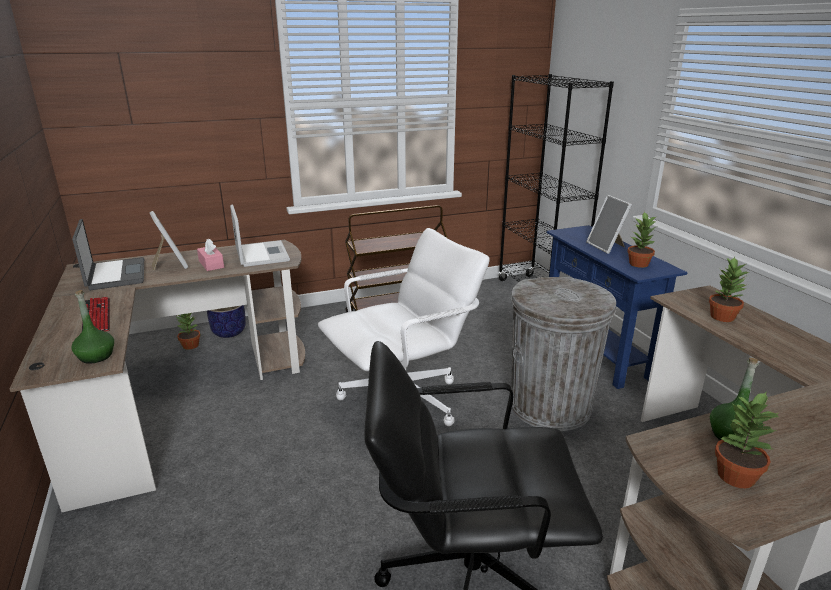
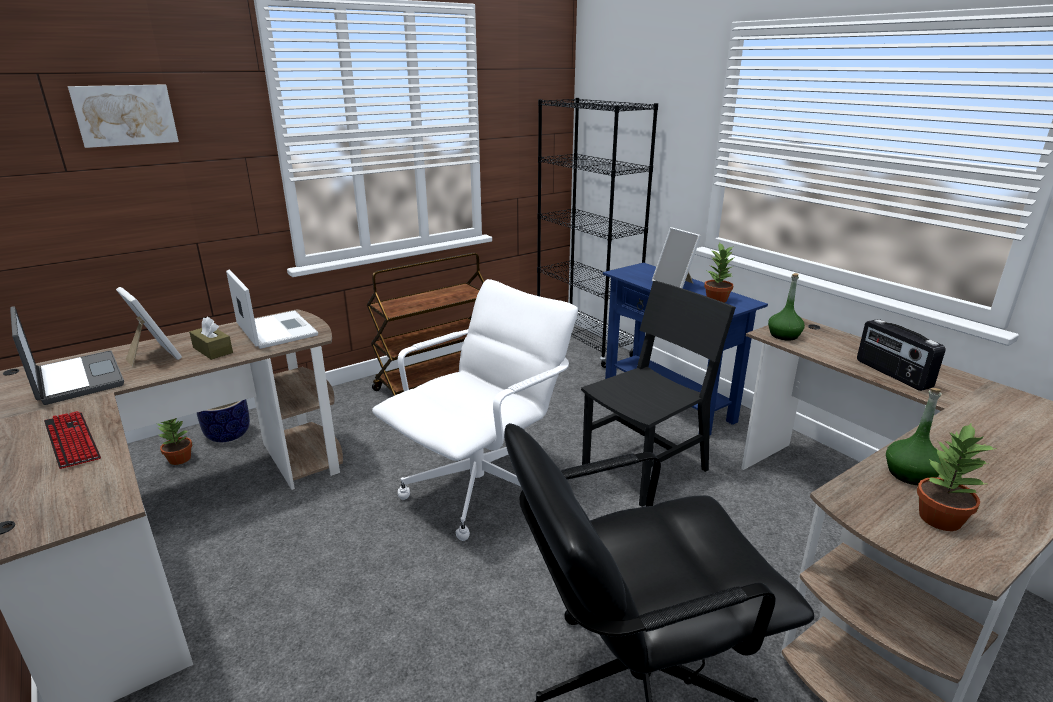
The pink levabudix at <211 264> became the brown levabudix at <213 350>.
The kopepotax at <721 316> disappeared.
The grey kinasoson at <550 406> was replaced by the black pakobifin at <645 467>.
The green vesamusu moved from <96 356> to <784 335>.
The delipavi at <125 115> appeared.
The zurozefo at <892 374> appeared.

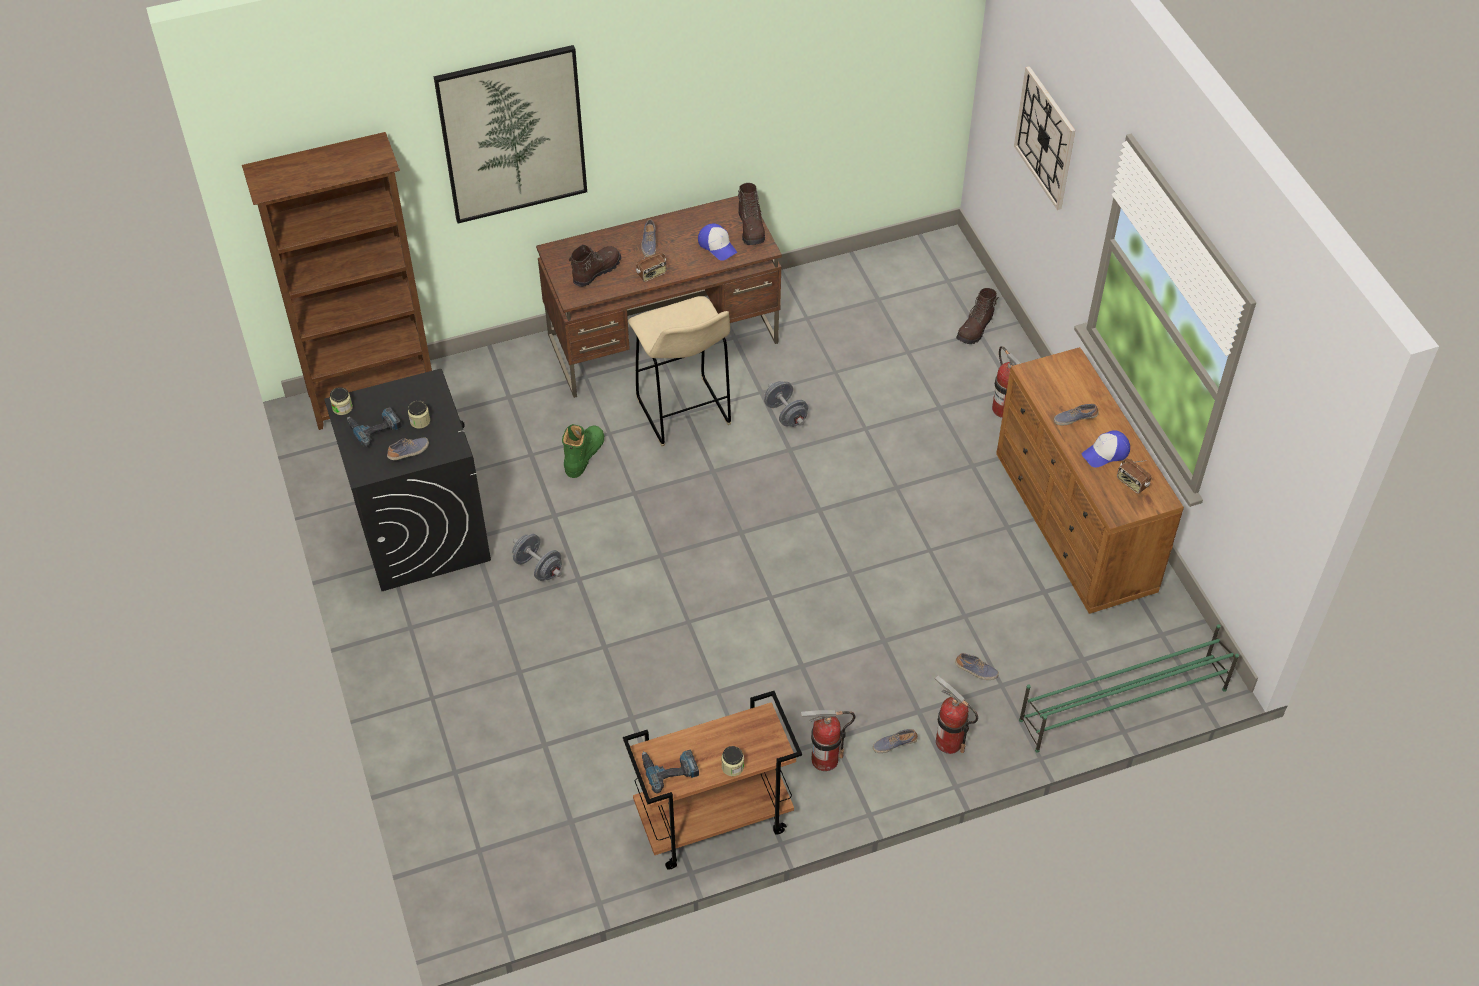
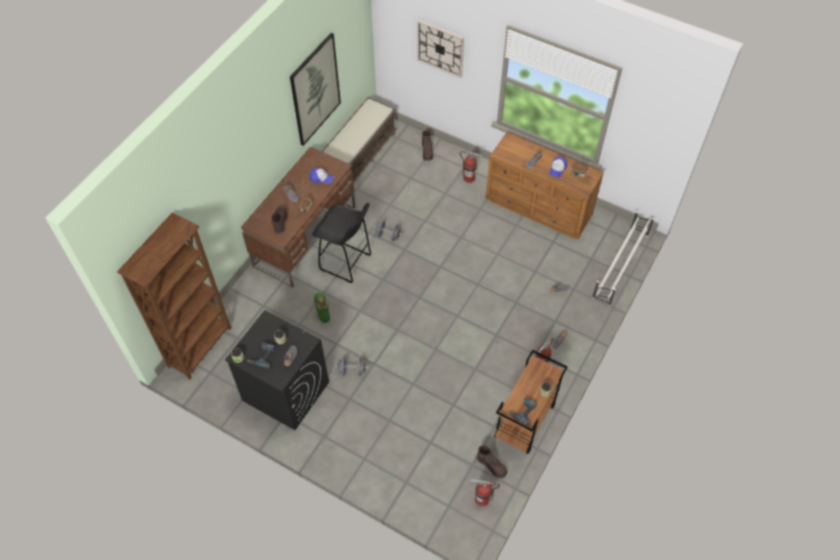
The delipavi moved from <513 134> to <315 90>.
The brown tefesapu moved from <751 228> to <491 465>.
The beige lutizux at <684 414> became the black lutizux at <346 263>.
The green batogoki at <1122 704> became the white batogoki at <620 266>.
The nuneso moved from <949 742> to <482 499>.
The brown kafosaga at <359 156> appeared.

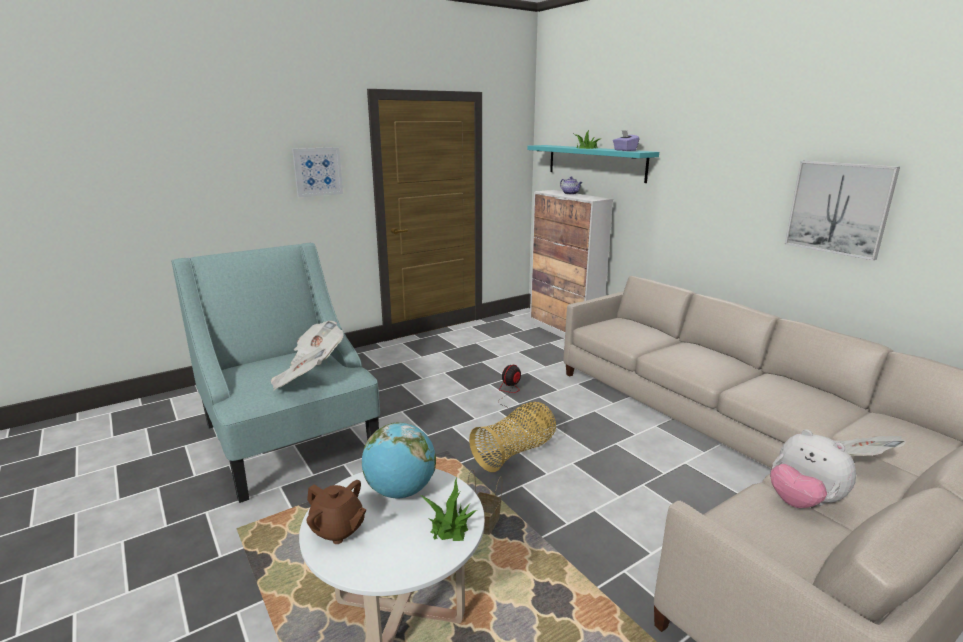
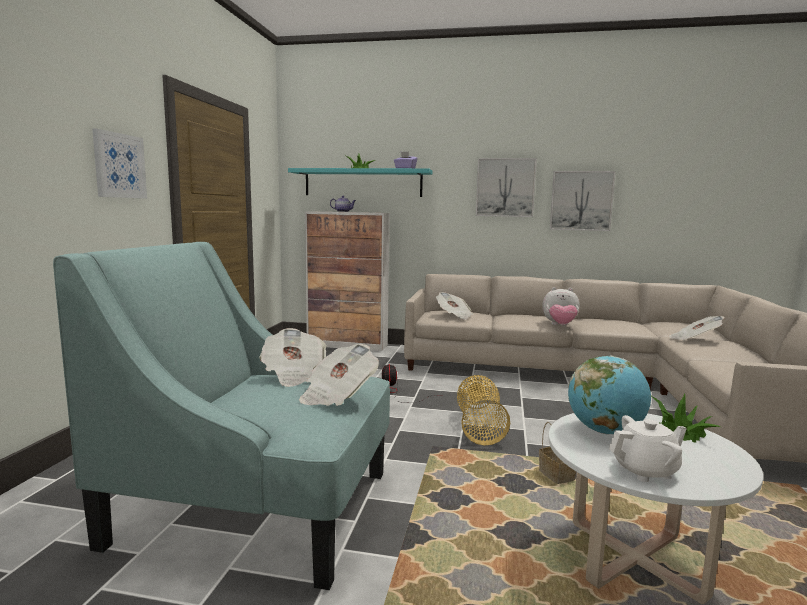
The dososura moved from <803 502> to <560 325>.
The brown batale at <338 529> became the white batale at <645 471>.
The delipavi at <505 187> appeared.
The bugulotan at <454 316> appeared.

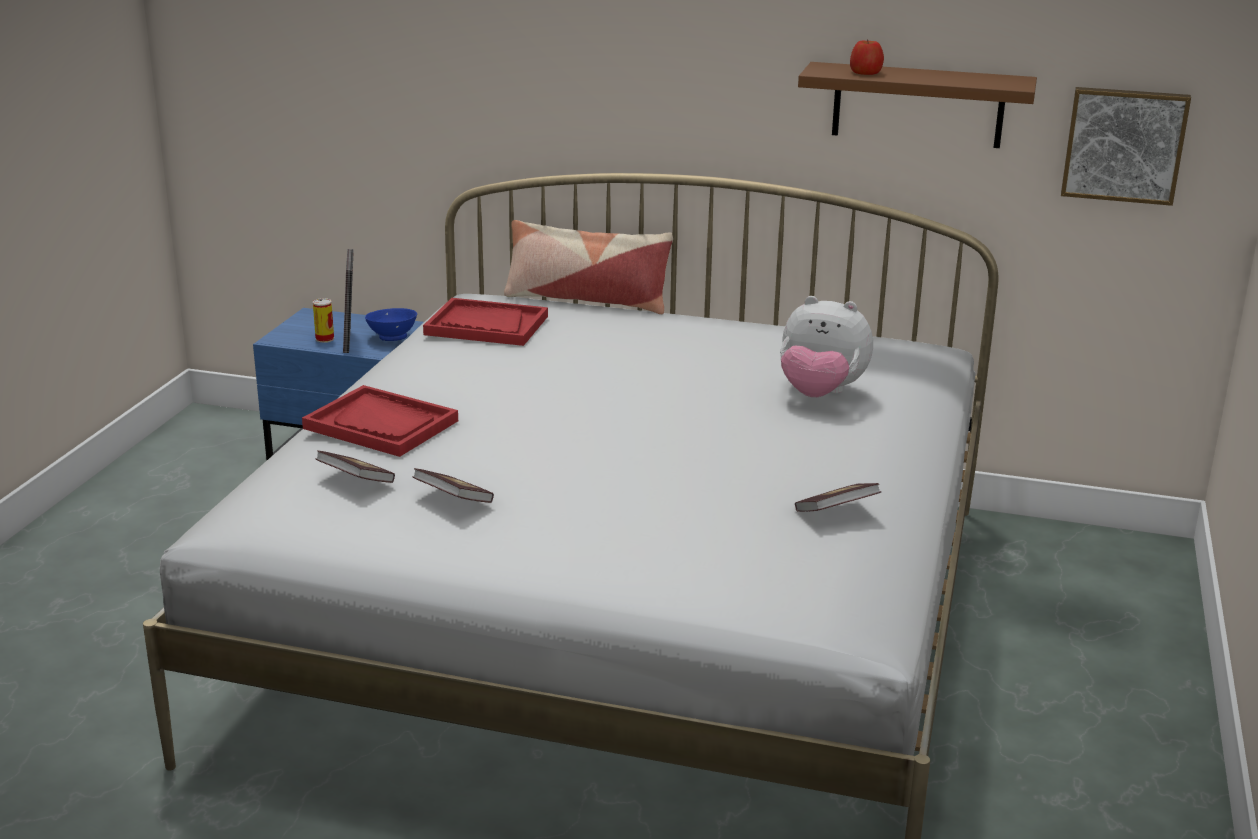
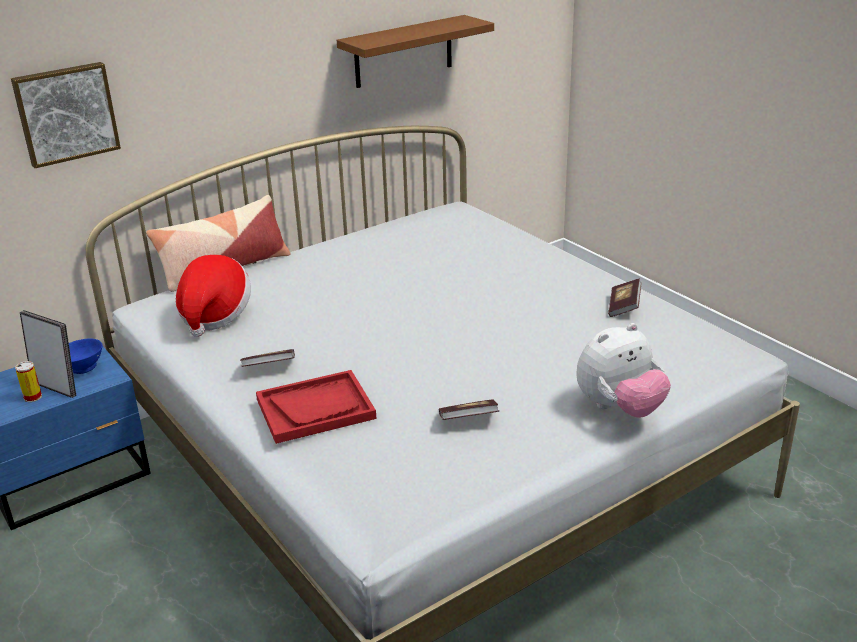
The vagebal at <865 72> disappeared.
The delipavi moved from <1124 144> to <66 113>.
The dososura moved from <820 394> to <619 408>.
The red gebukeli at <486 326> was replaced by the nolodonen at <214 315>.
The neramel moved from <356 481> to <269 368>.

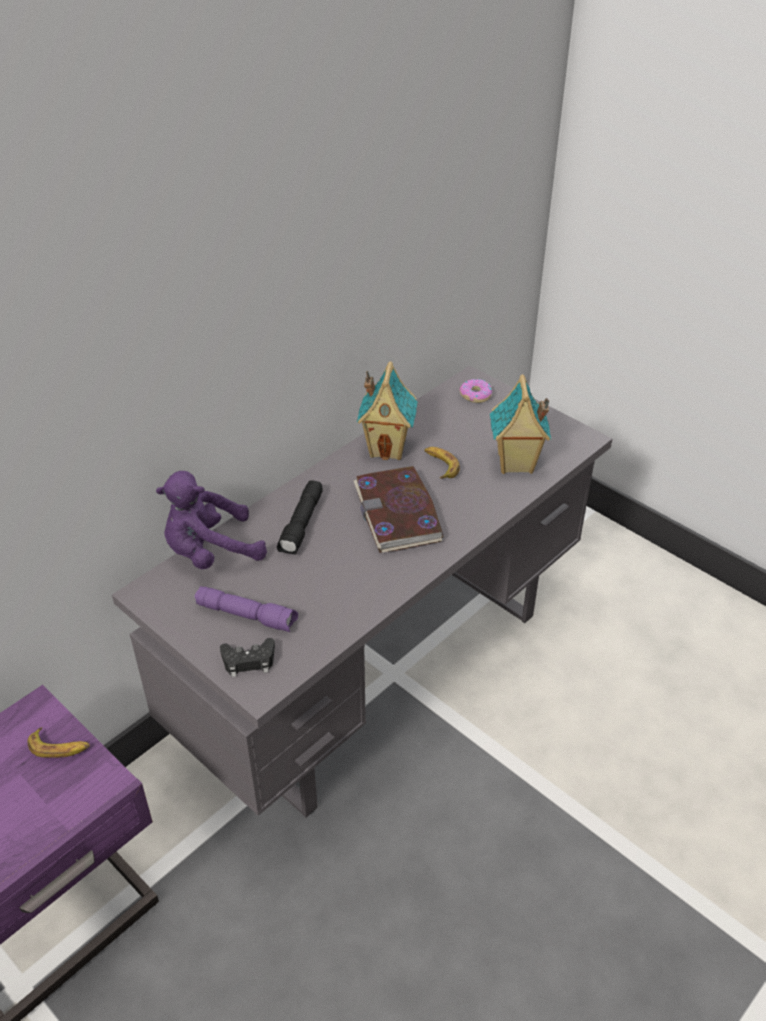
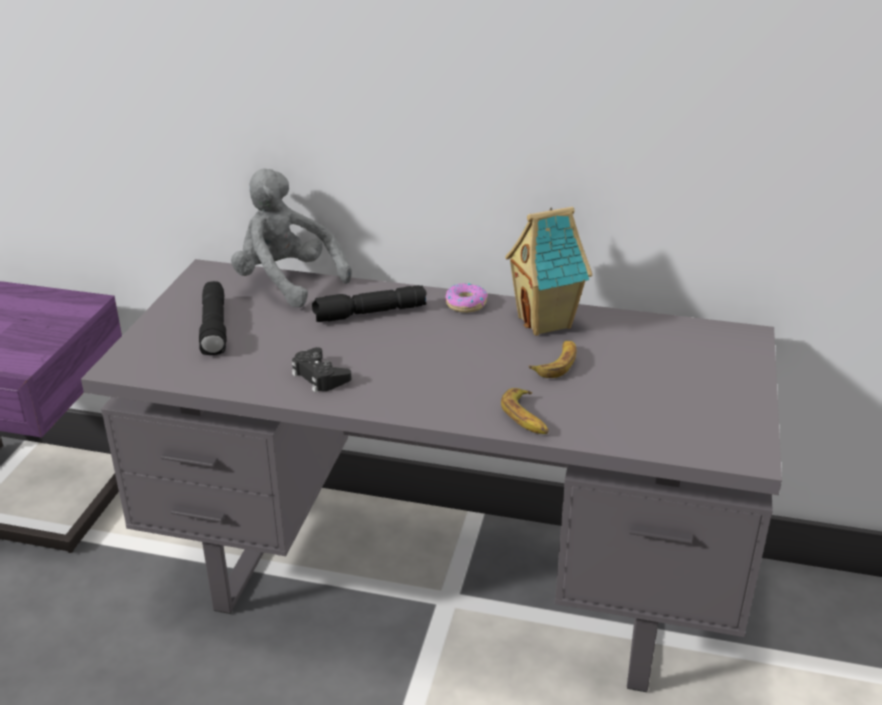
The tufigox at <515 464> disappeared.
The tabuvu moved from <475 395> to <465 304>.
The neramel at <398 513> disappeared.
The purple dososura at <210 552> became the grey dososura at <286 282>.
The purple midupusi at <247 615> became the black midupusi at <215 328>.
The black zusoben moved from <249 661> to <319 376>.
The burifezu moved from <59 747> to <526 417>.

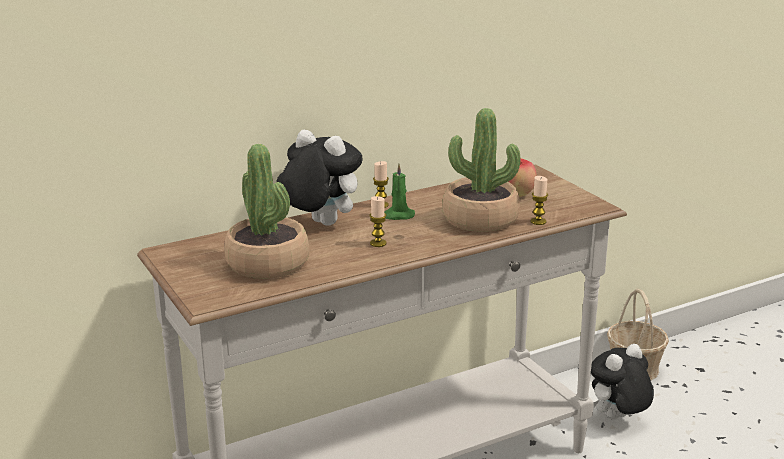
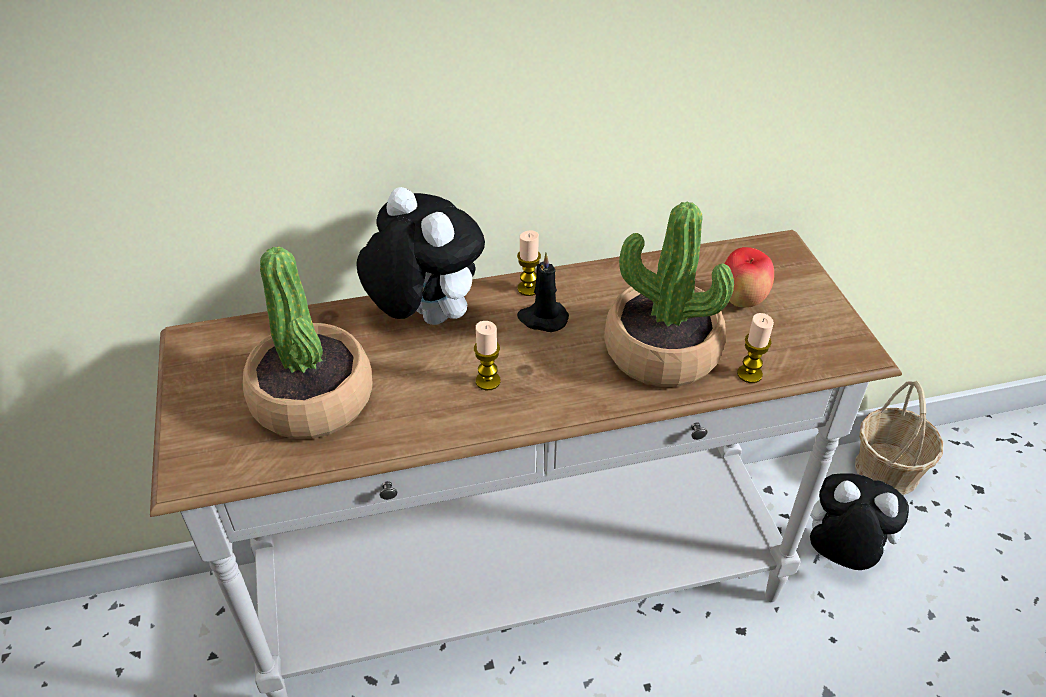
The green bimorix at <397 215> became the black bimorix at <542 318>.
The dososura at <617 419> turned 45 degrees clockwise.

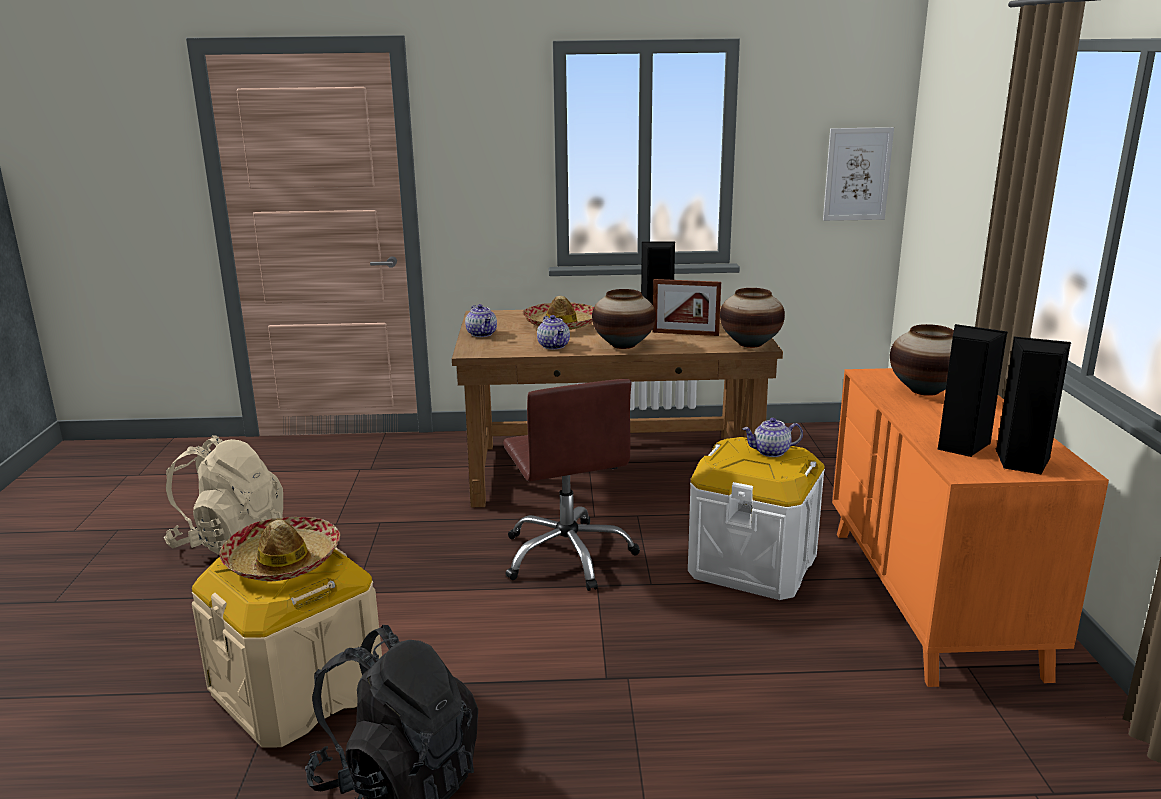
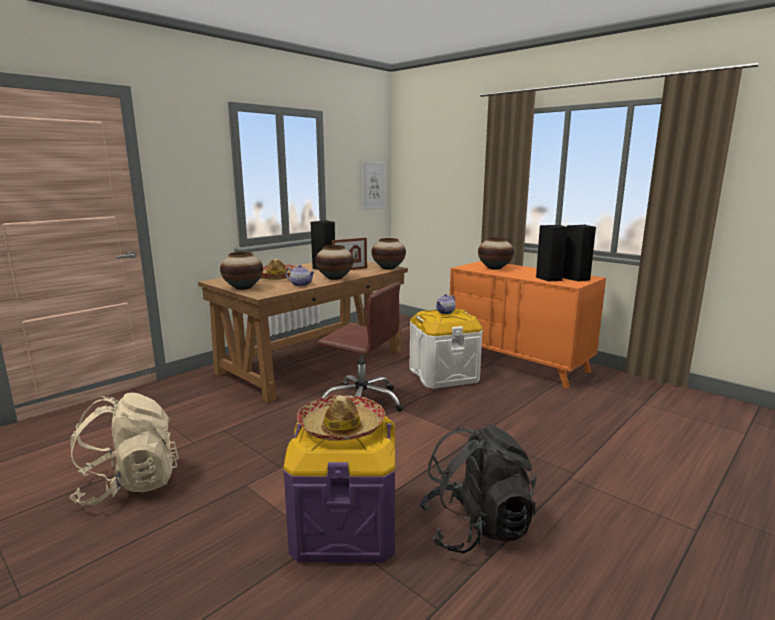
The batale at <482 334> was replaced by the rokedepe at <243 288>.
The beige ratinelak at <298 691> became the purple ratinelak at <345 527>.

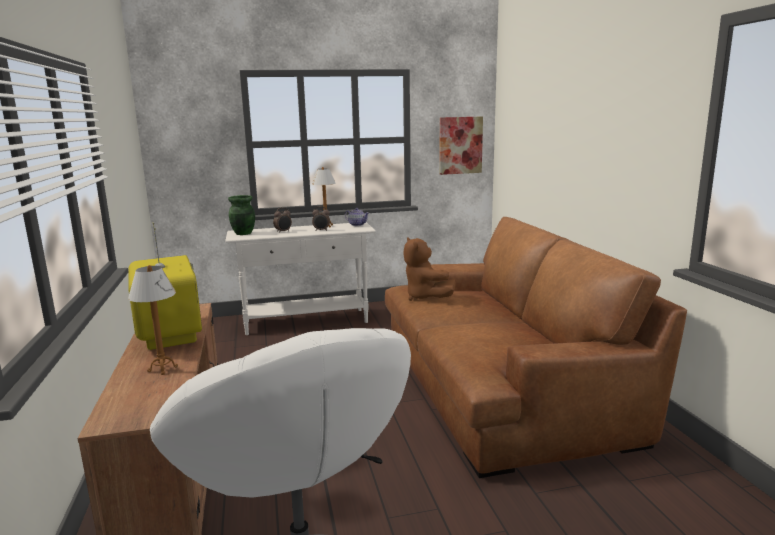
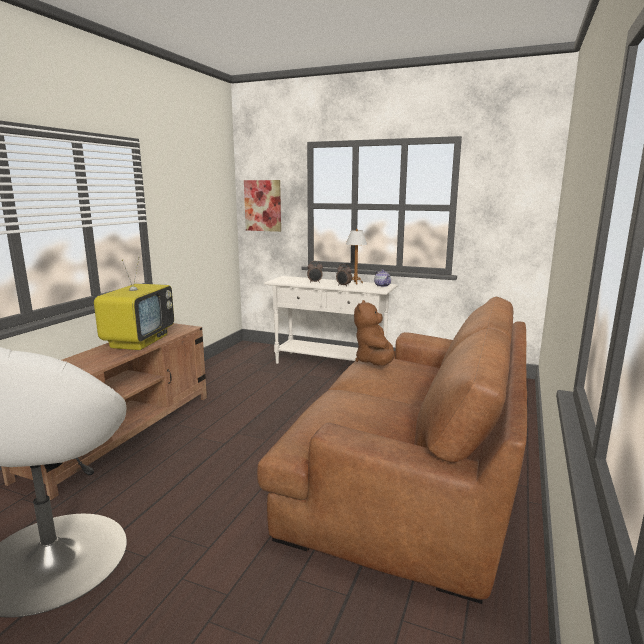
The delipavi moved from <460 145> to <263 205>.
The green rokedepe at <243 233> disappeared.
The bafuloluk at <162 369> disappeared.

